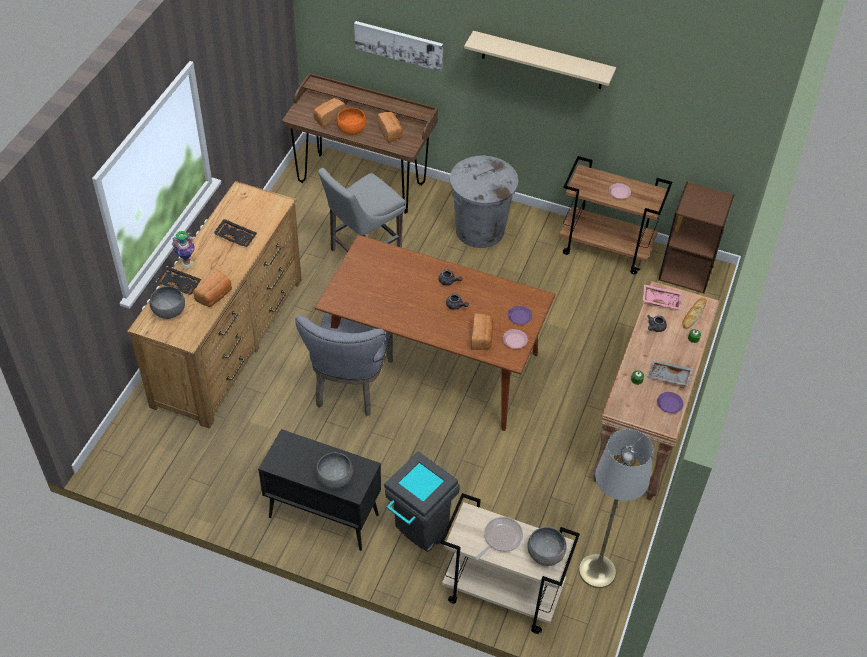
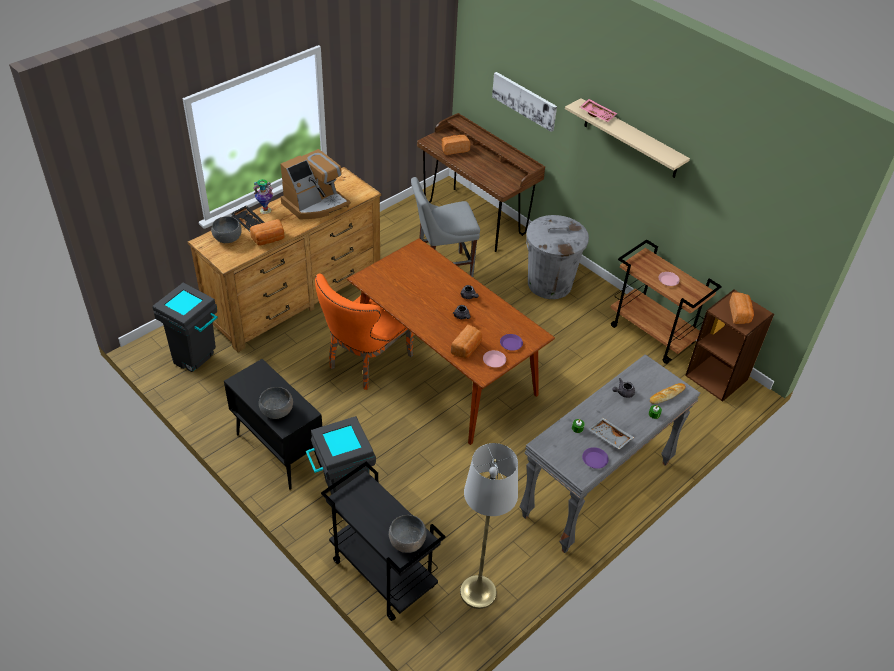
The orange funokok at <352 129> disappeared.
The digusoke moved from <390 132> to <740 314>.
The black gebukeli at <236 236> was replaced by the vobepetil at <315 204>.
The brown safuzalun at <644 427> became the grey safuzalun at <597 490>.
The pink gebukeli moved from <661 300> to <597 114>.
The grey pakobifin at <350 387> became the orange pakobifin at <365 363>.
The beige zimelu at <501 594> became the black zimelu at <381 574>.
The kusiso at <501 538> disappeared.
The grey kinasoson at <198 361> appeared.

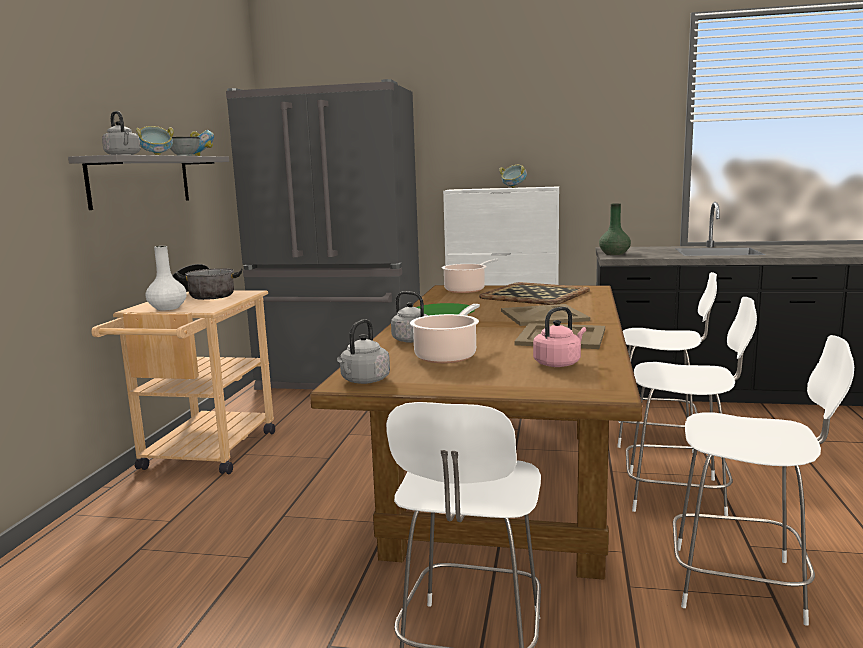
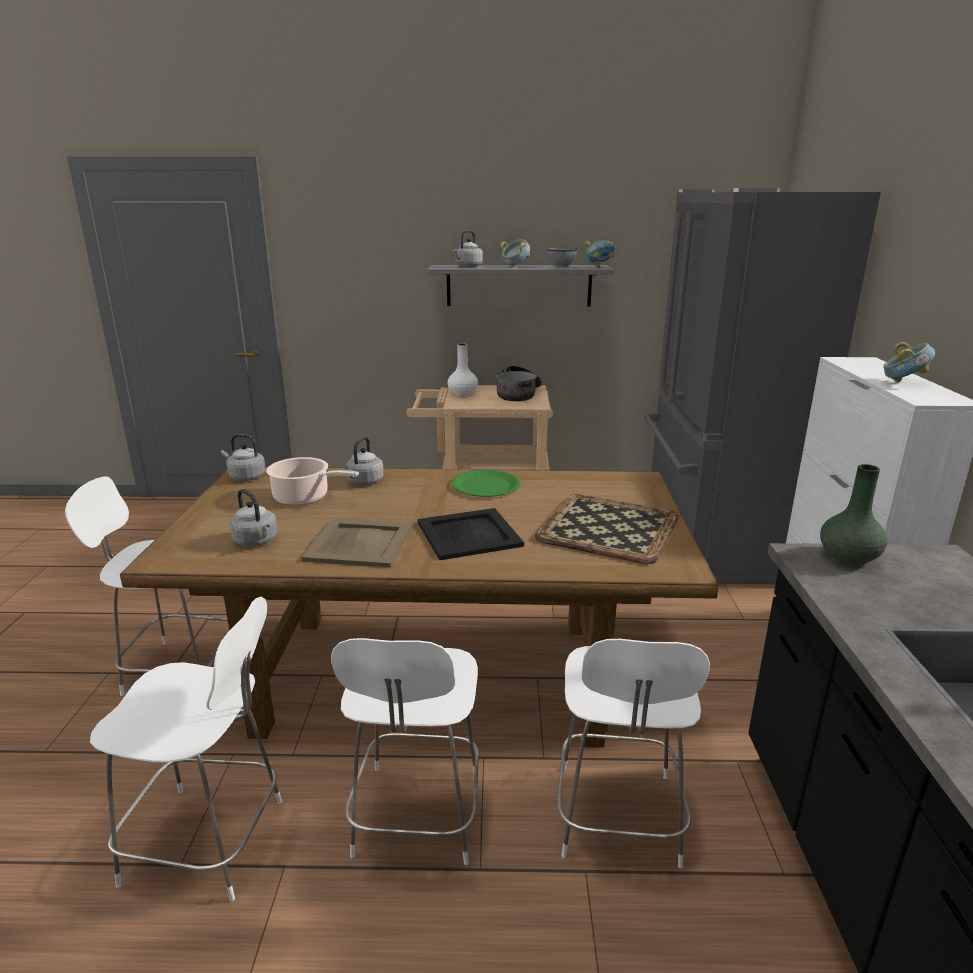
The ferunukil at <467 290> disappeared.
The beige gebukeli at <544 316> became the black gebukeli at <468 534>.
The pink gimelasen at <558 363> became the grey gimelasen at <257 541>.
The white pakobifin at <743 584> turned 90 degrees counterclockwise.

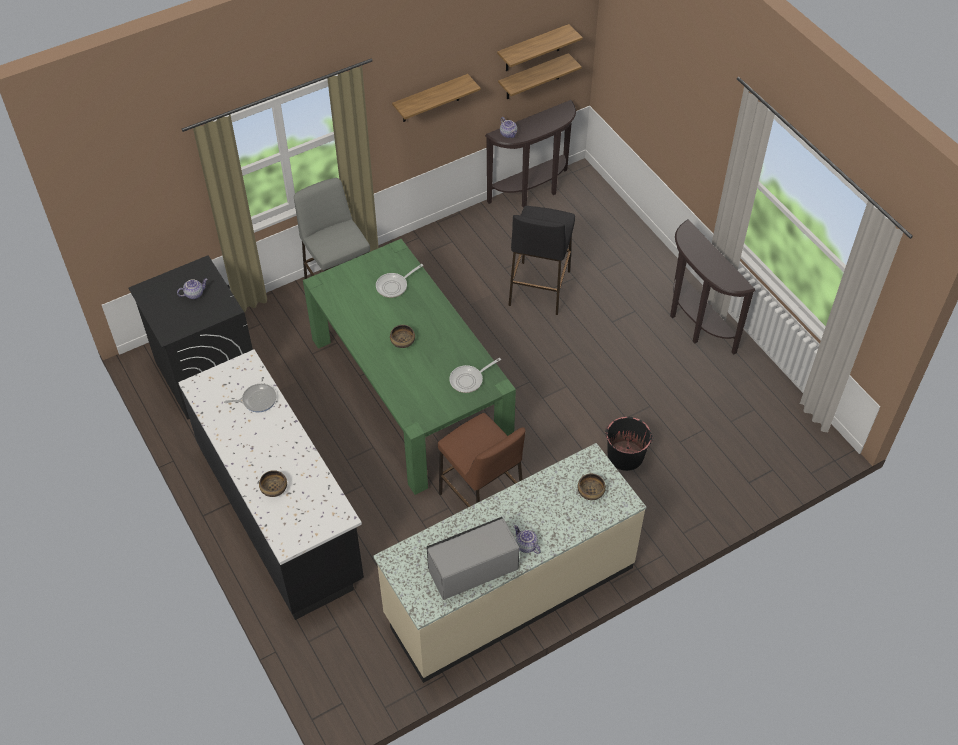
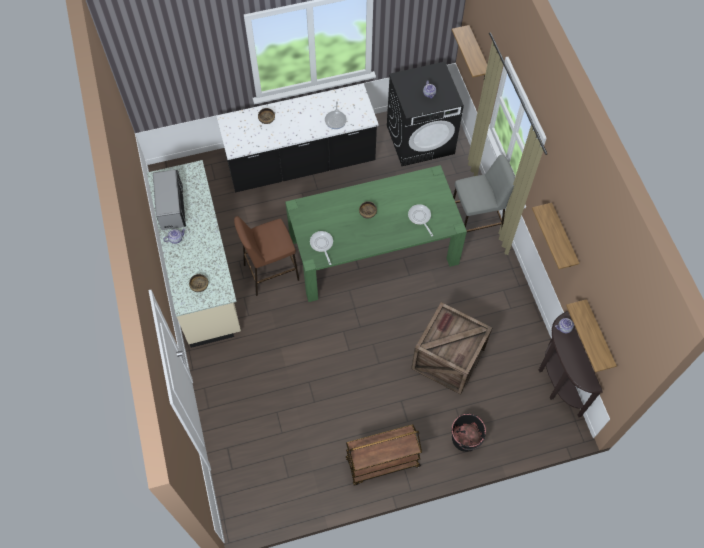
The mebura moved from <532 49> to <478 55>.
The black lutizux at <539 288> was replaced by the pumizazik at <447 357>.
The brown safuzalun at <695 324> was replaced by the brown zimelu at <382 463>.
The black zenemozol moved from <625 455> to <465 438>.

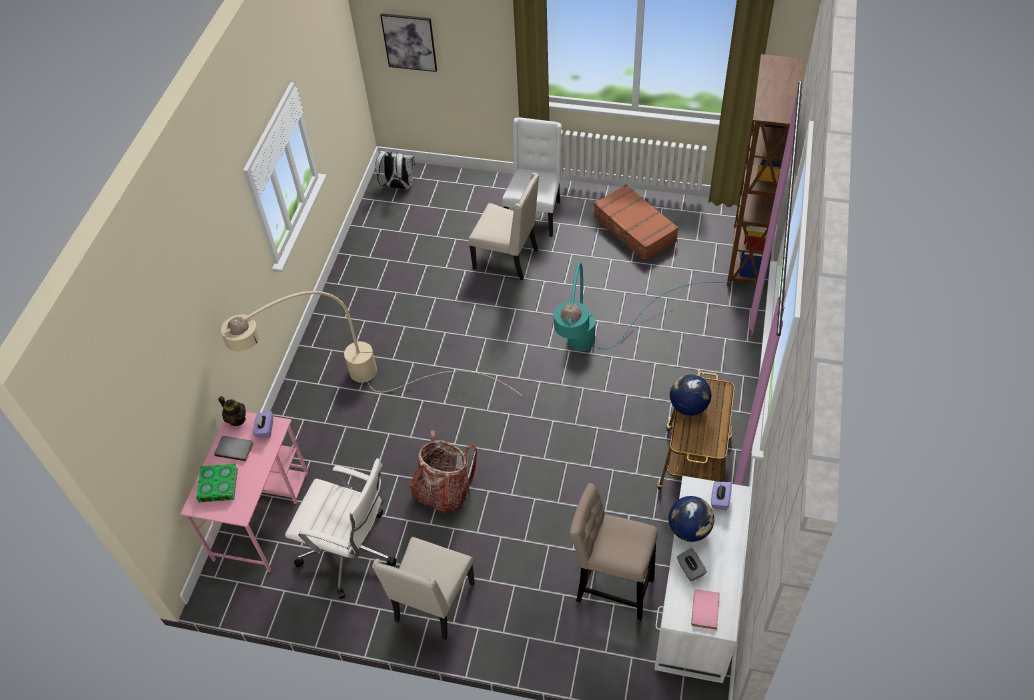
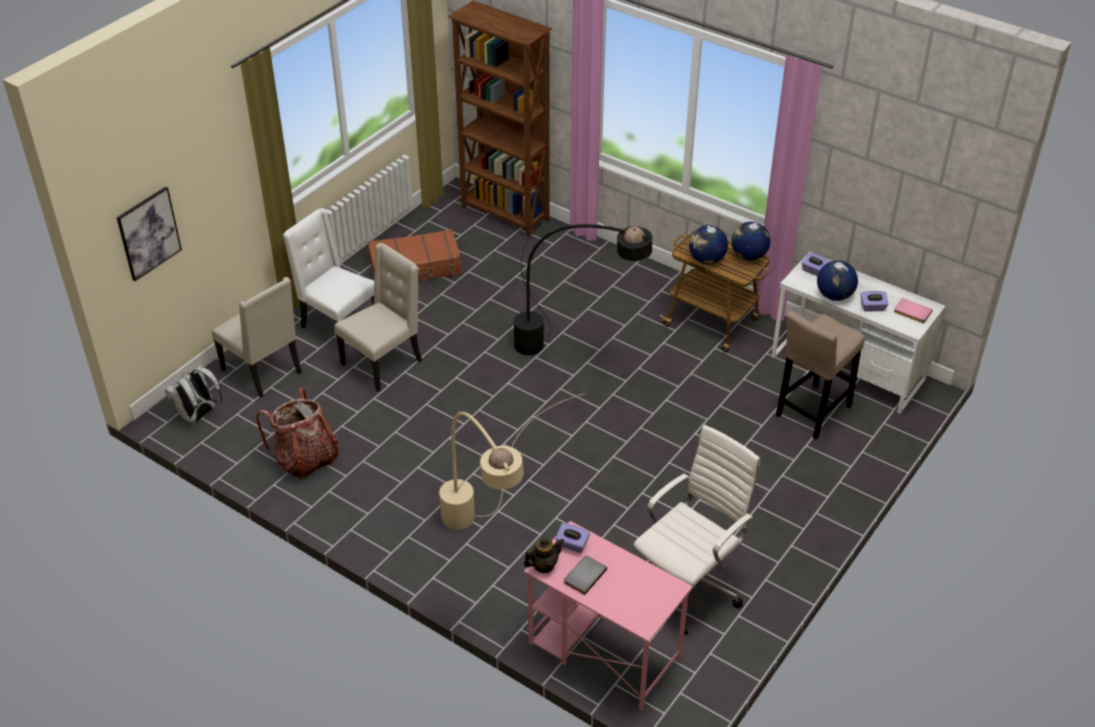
The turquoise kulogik at <594 368> became the black kulogik at <568 347>.
The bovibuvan moved from <443 491> to <305 459>.
The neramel at <218 485> disappeared.
The beige pakobifin moved from <433 603> to <264 372>.
The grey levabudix at <690 569> became the purple levabudix at <872 307>.
The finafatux at <748 256> appeared.

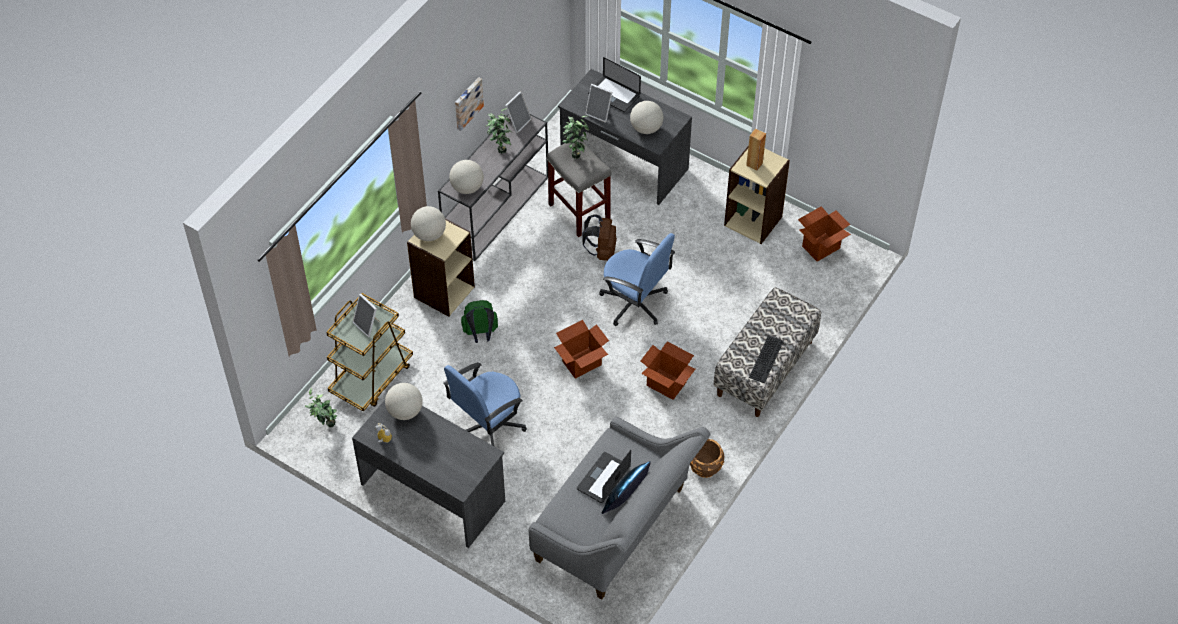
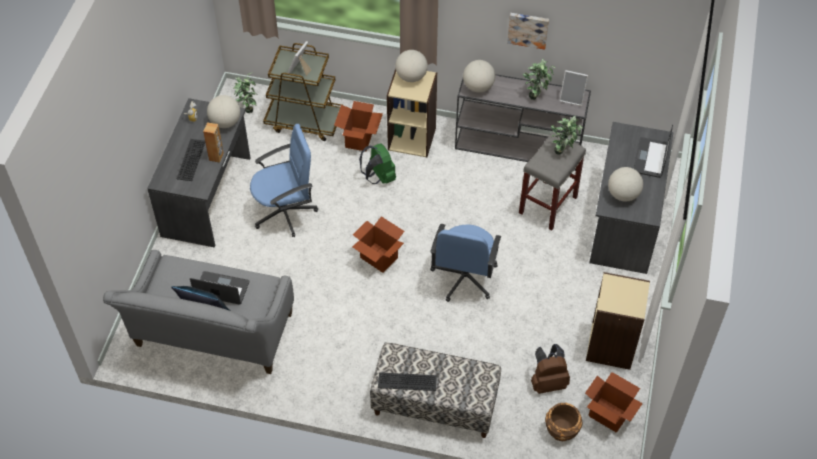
The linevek at <599 113> disappeared.
The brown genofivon moved from <754 164> to <216 157>.
The brown bovibuvan moved from <601 251> to <547 382>.
The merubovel moved from <666 384> to <359 139>.
The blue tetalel at <487 426> turned 135 degrees clockwise.
The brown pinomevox moved from <705 467> to <561 430>.
The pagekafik at <190 159> appeared.

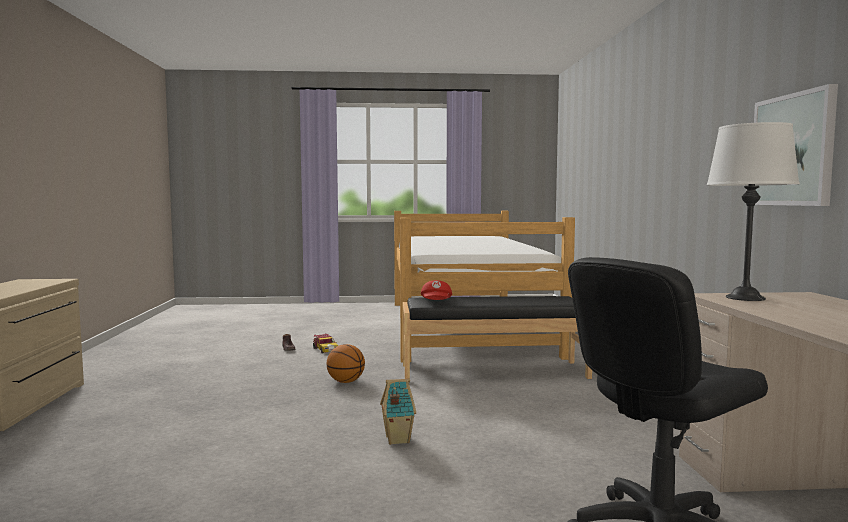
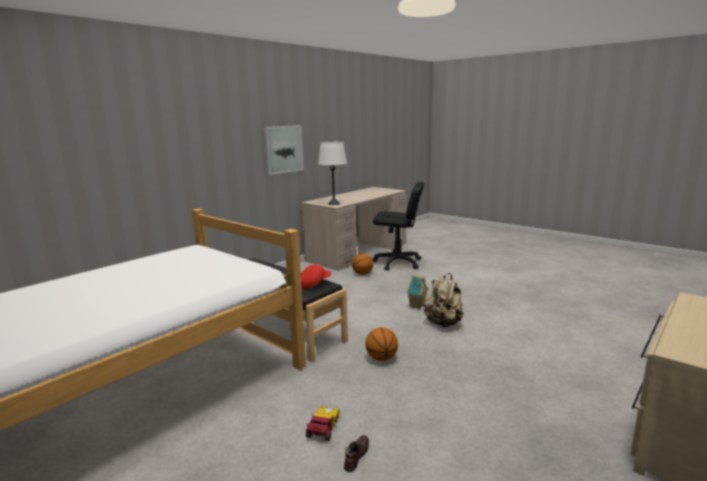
The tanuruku at <362 274> appeared.
The beige bovibuvan at <443 323> appeared.

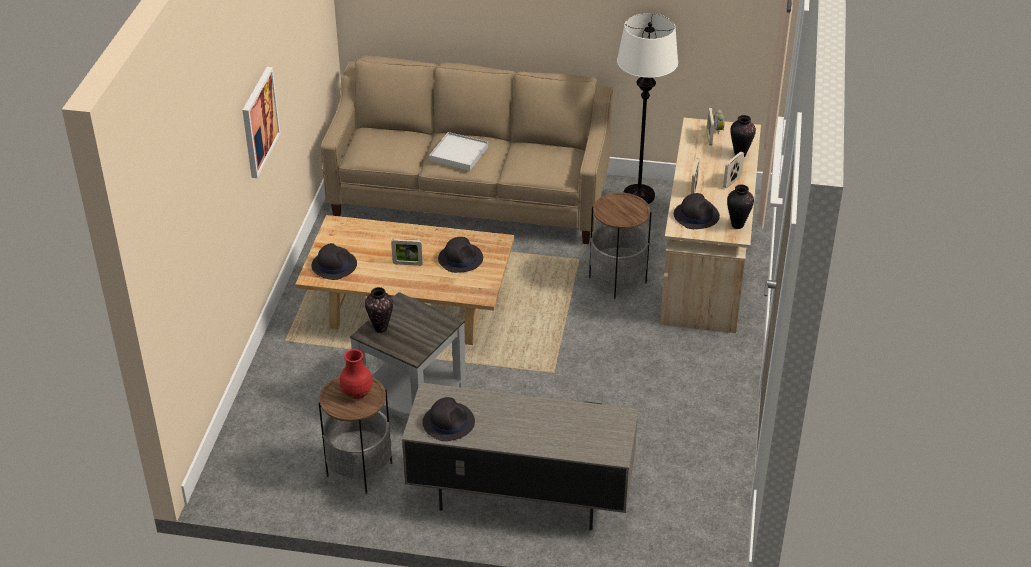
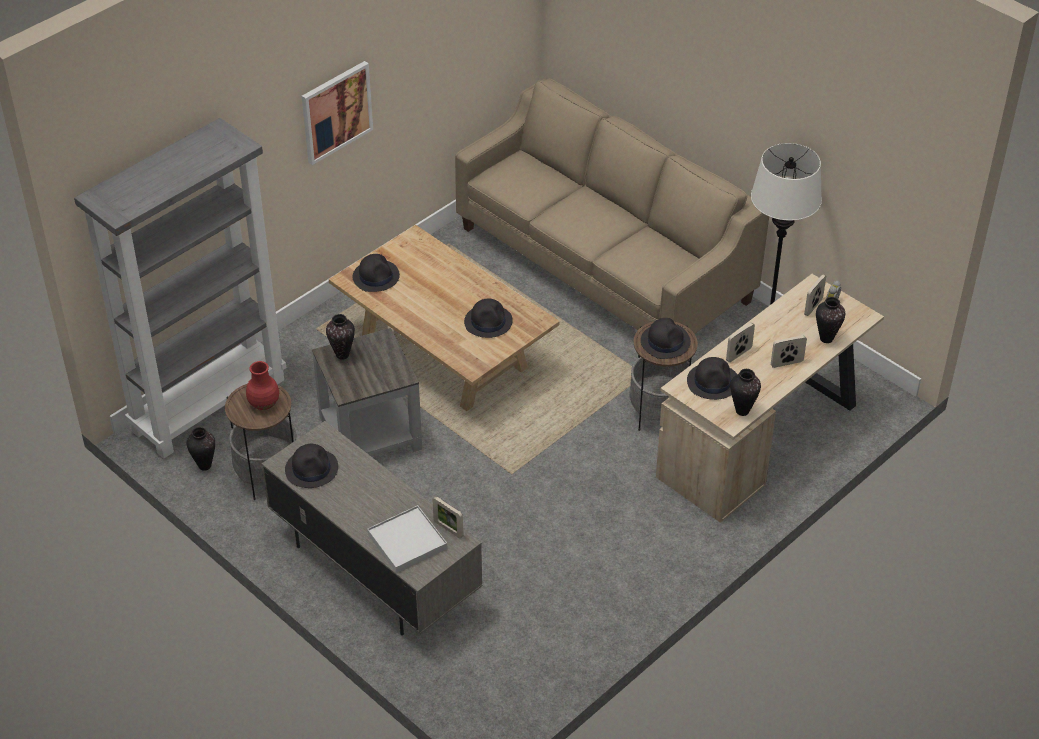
The white gebukeli moved from <458 154> to <407 541>.
The linevek moved from <407 264> to <448 529>.
The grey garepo at <209 404> appeared.
The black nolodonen at <665 341> appeared.
The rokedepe at <204 465> appeared.

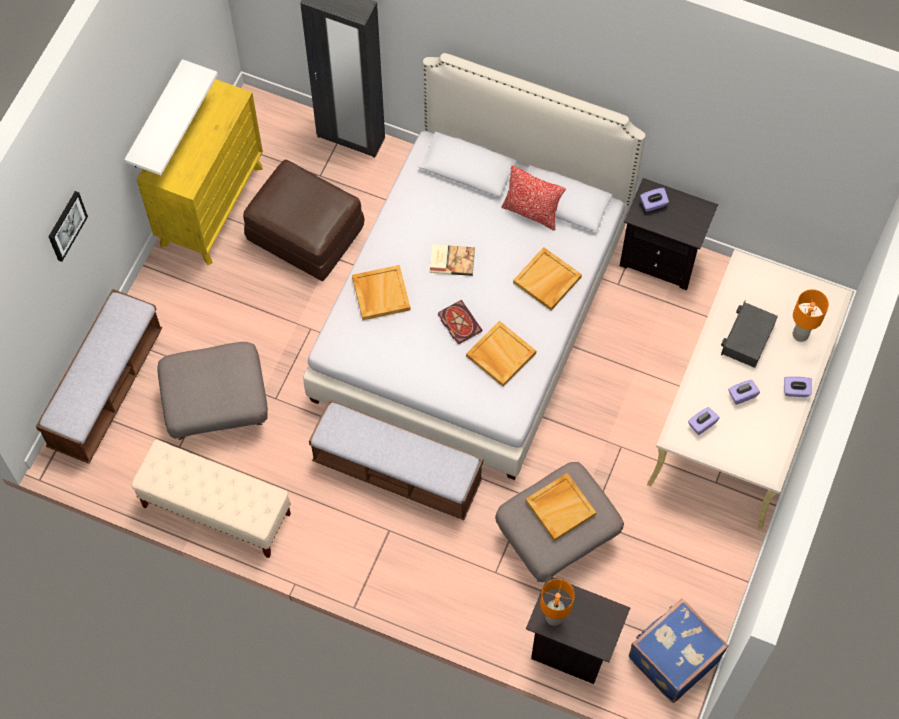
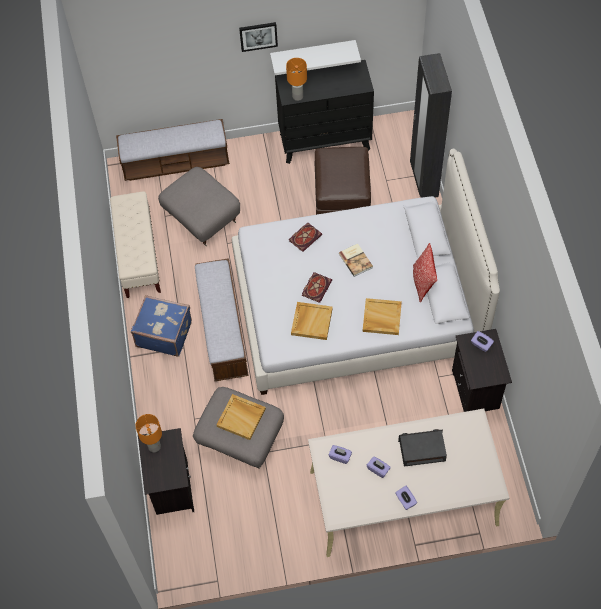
The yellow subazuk at <211 205> became the black subazuk at <325 141>.
The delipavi moved from <66 225> to <258 36>.
The beige gebukeli at <380 293> was replaced by the neramel at <305 237>.
The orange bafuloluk moved from <800 335> to <297 96>.
The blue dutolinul moved from <672 657> to <164 333>.

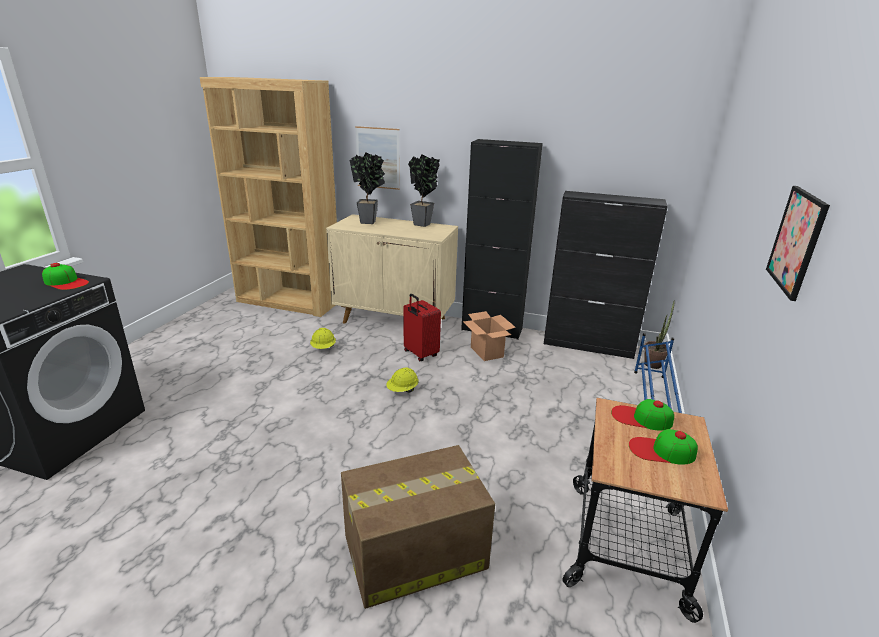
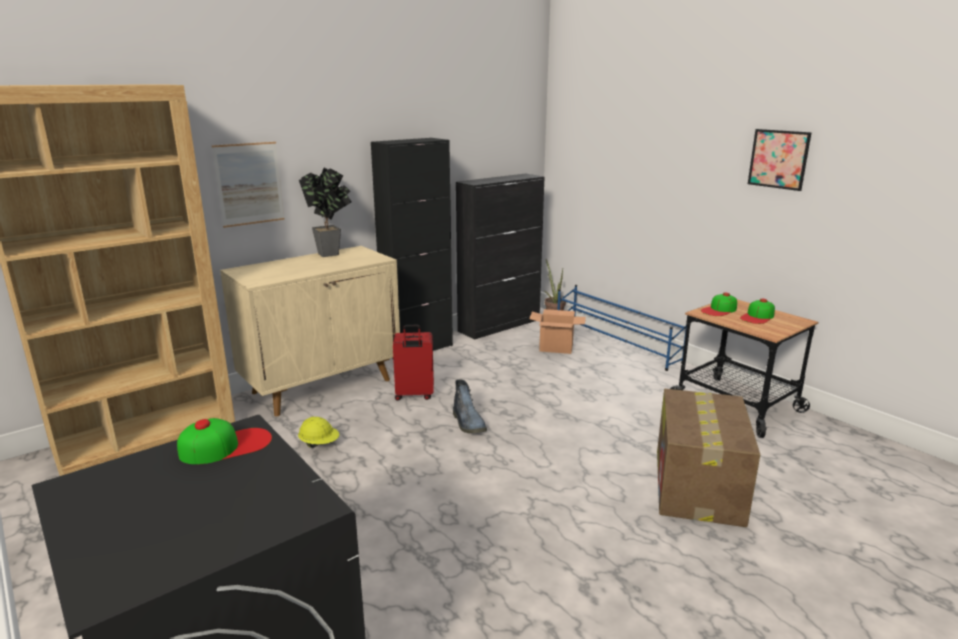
The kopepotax at <370 222> disappeared.
The merubovel moved from <487 352> to <556 348>.
The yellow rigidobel at <402 390> was replaced by the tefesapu at <469 424>.

